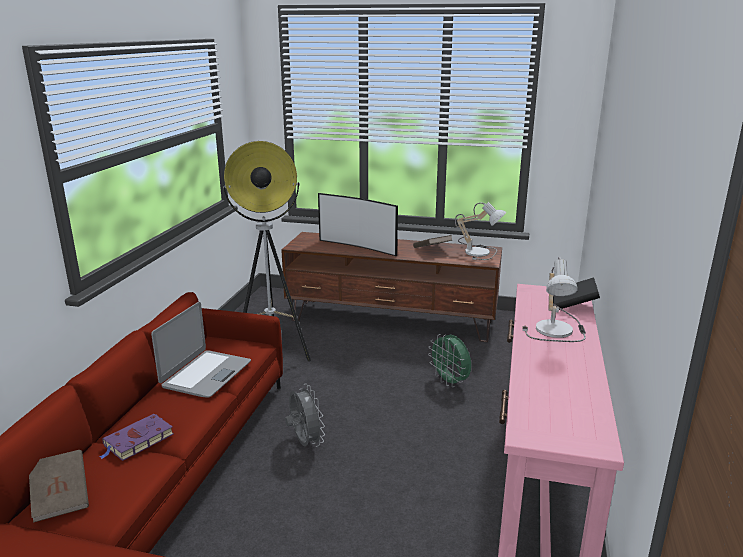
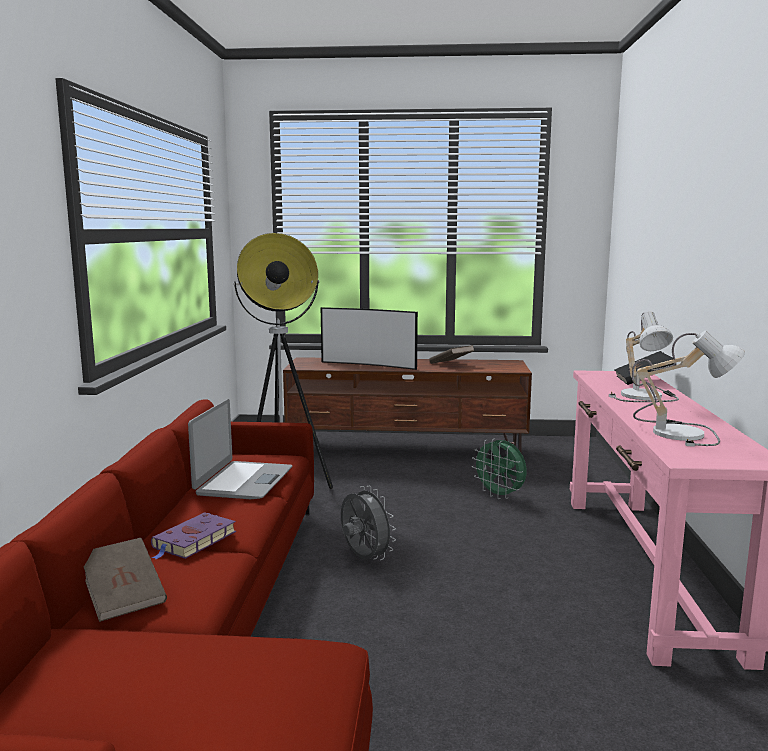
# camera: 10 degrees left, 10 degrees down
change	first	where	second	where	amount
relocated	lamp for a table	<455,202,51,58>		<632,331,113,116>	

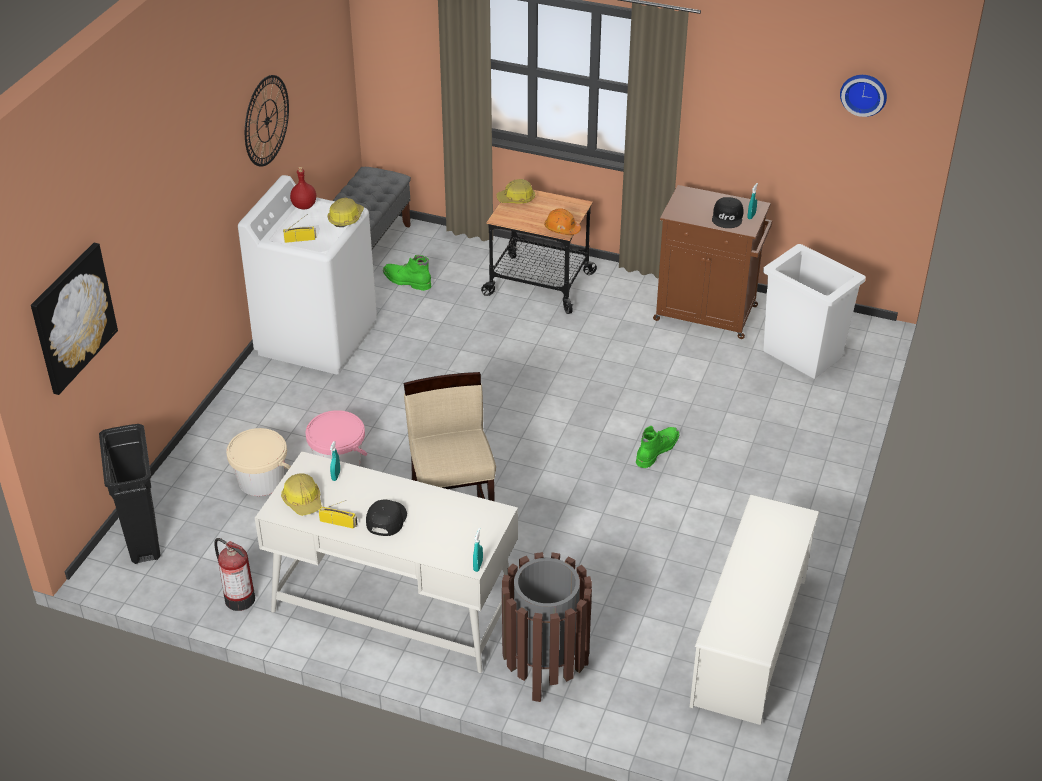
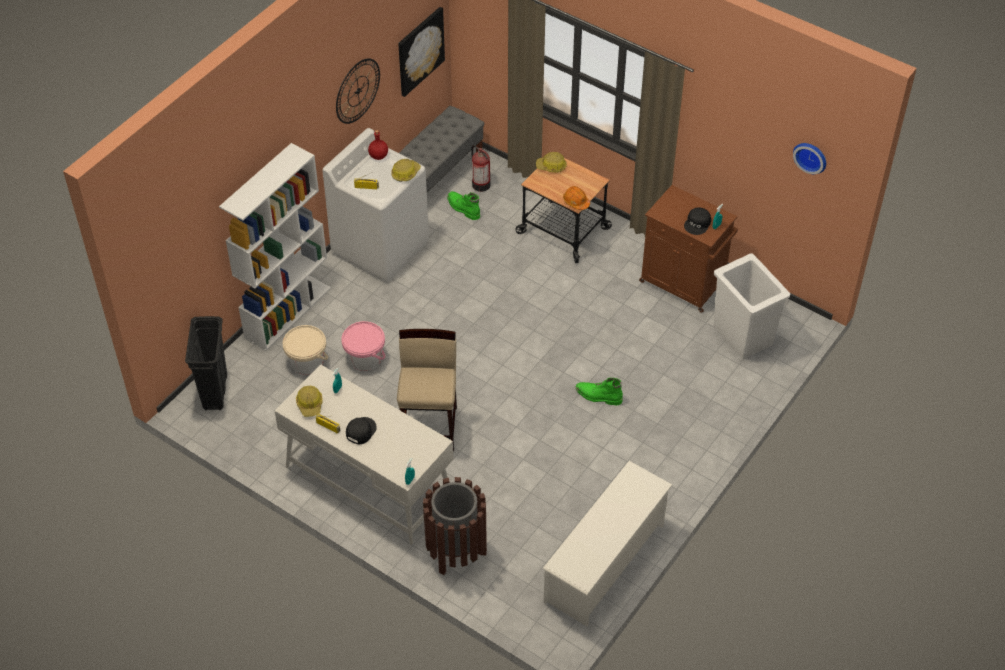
# camera: 15 degrees right, 10 degrees up
change	first	where	second	where	amount
relocated	wall picture	<31,243,87,152>		<398,7,47,90>	
relocated	extinguisher	<214,538,41,73>		<471,145,19,47>	
spun	green-coloured boot	<636,426,43,42>		<575,378,48,28>	120 degrees counterclockwise
appeared			whitish bookshelf	<219,143,112,208>	

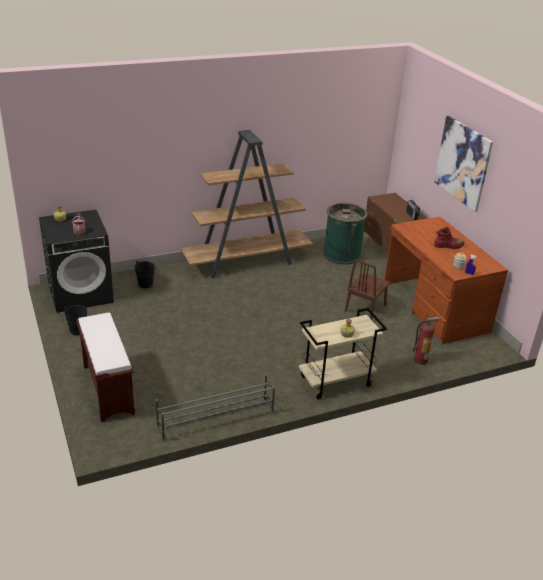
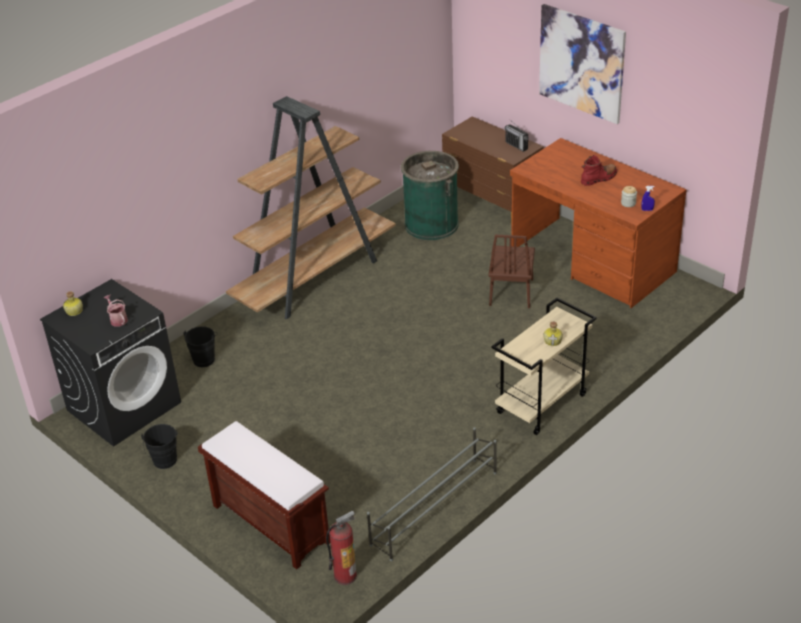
# camera: 20 degrees left, 5 degrees up
change	first	where	second	where	amount
relocated	extinguisher	<412,317,28,48>		<326,511,31,74>	

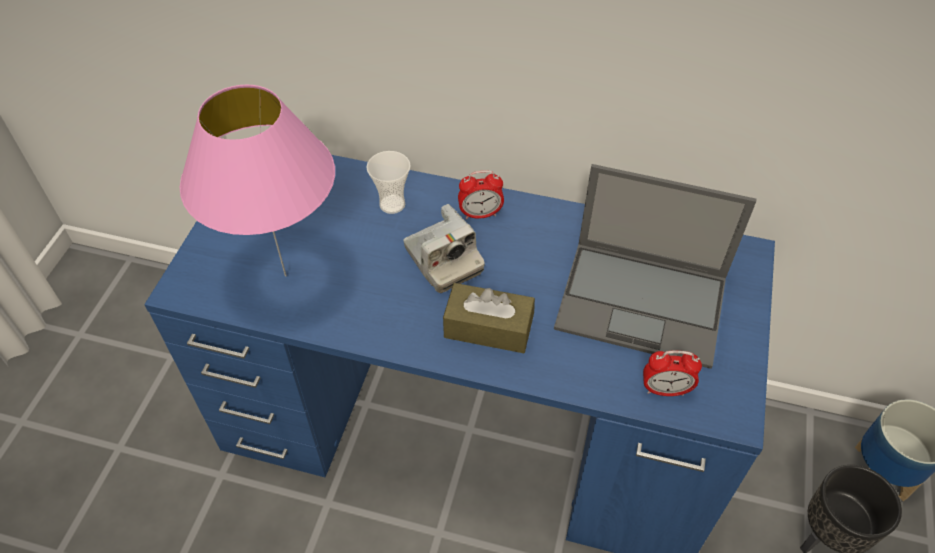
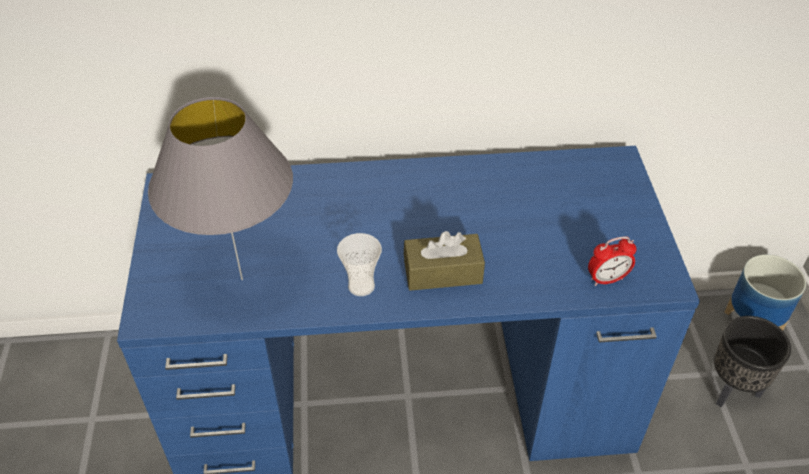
# camera: 20 degrees left, 5 degrees down
change	first	where	second	where	amount
colour	pink lamp for a table	<180,85,155,192>	gray lamp for a table	<148,97,145,183>	
relocated	small cup	<367,151,43,63>		<337,233,45,63>	
missing	photo camera	<403,204,82,89>			
missing	alarm clock	<458,170,46,49>			
missing	portable computer	<554,164,203,205>			

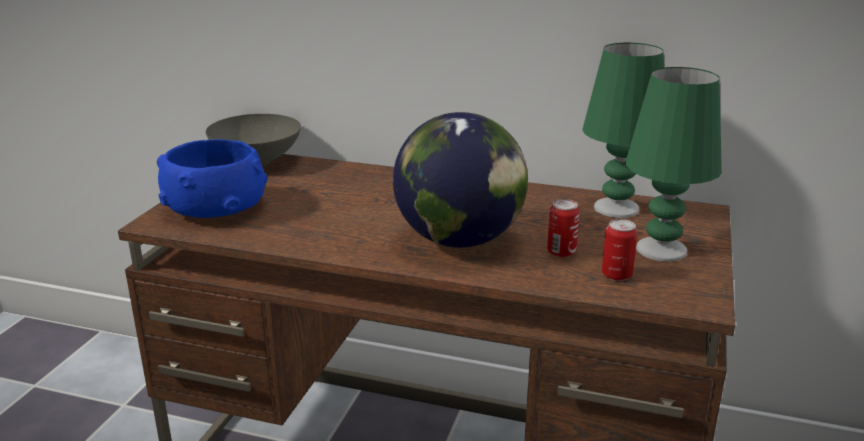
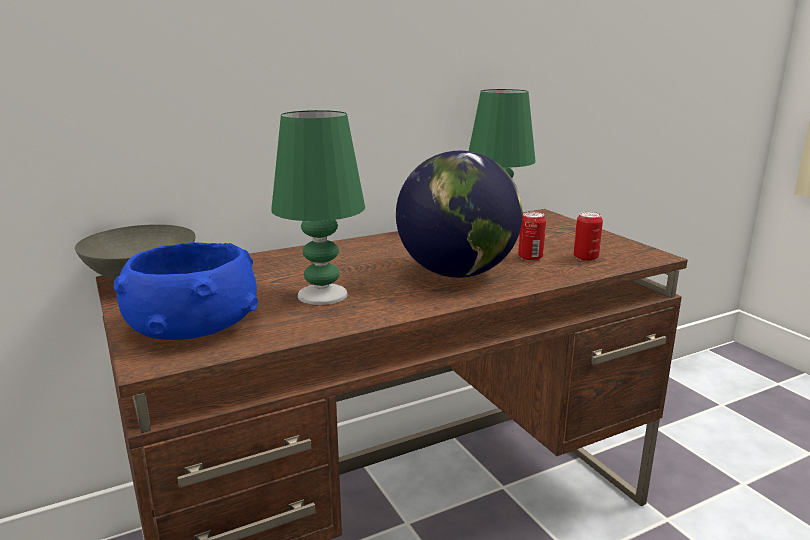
# camera: 45 degrees left, 5 degrees down
change	first	where	second	where	amount
relocated	green-coloured lamp for a table	<625,67,97,195>		<271,110,94,195>	

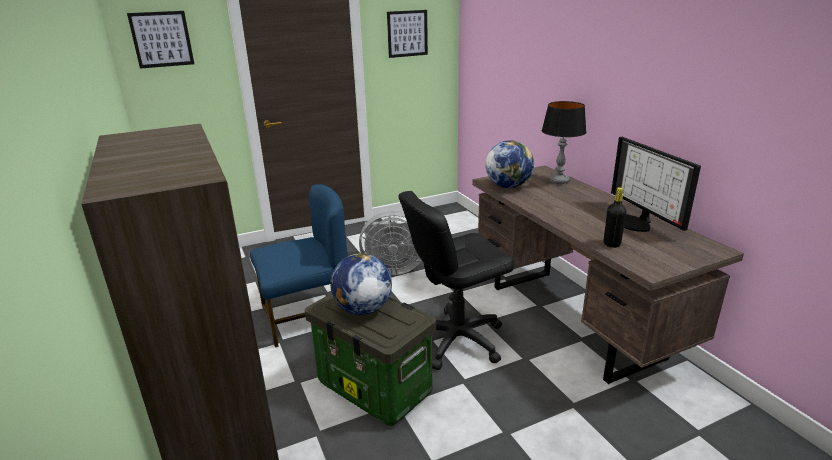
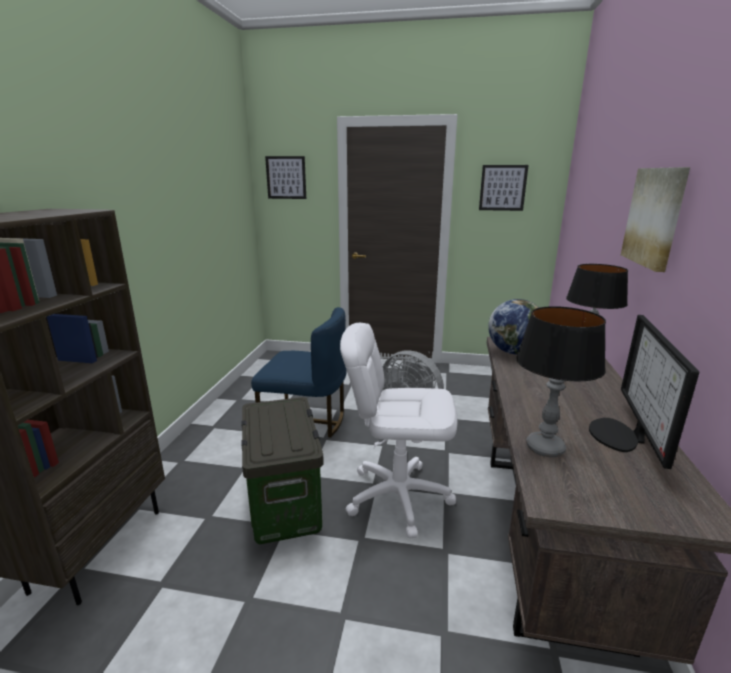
# camera: 35 degrees right, 5 degrees down
change	first	where	second	where	amount
missing	globe	<330,253,62,62>			
colour	blackish desk chair	<398,191,117,179>	whitish desk chair	<340,323,117,216>	
exchanged	blackish beverage bottle	<603,187,24,61>	lamp for a table	<516,306,90,151>	
appeared			wall picture	<621,167,69,105>	

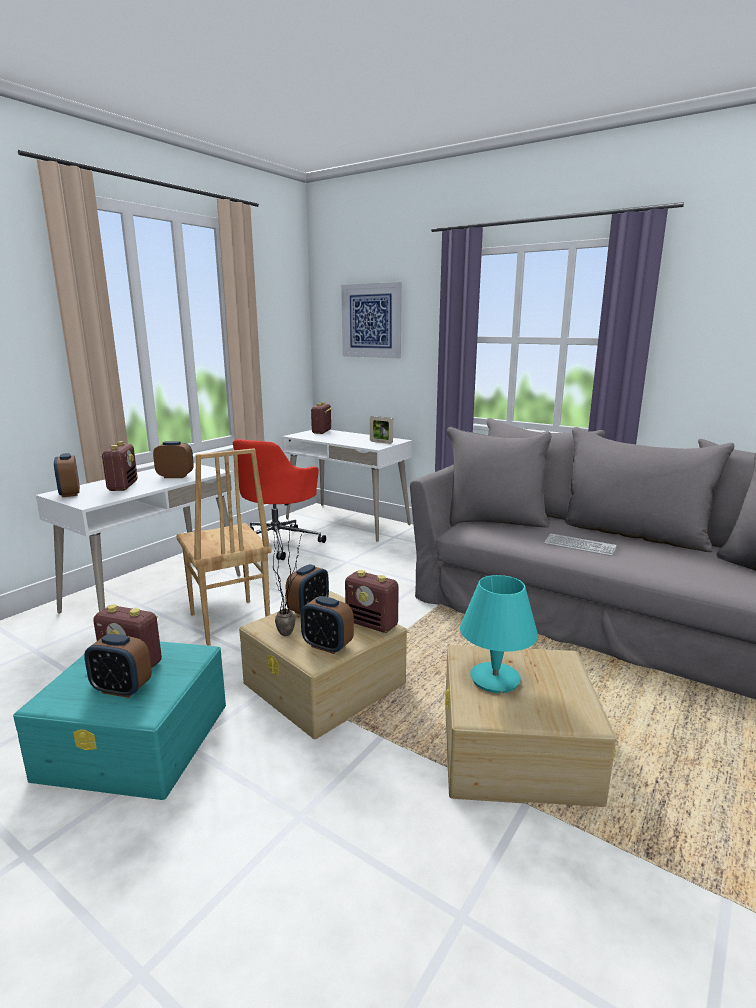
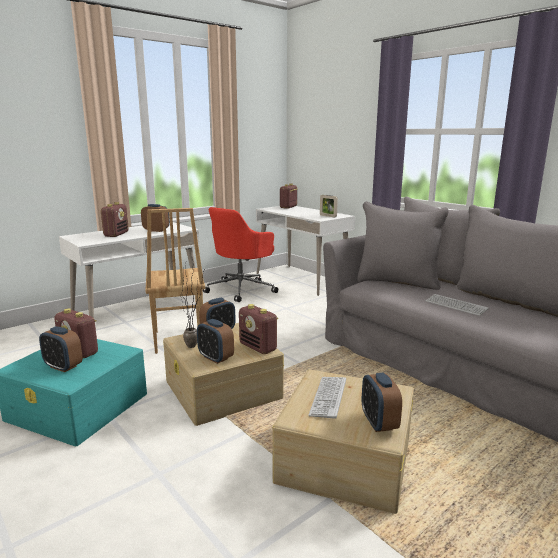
# camera: 15 degrees right, 0 degrees up
change	first	where	second	where	amount
relocated	alarm clock	<54,453,26,44>		<362,373,40,59>	
missing	wall picture	<341,282,61,76>			
exchanged	turquoise-coloured lamp for a table	<460,575,78,118>	PC keyboard	<308,377,38,42>	

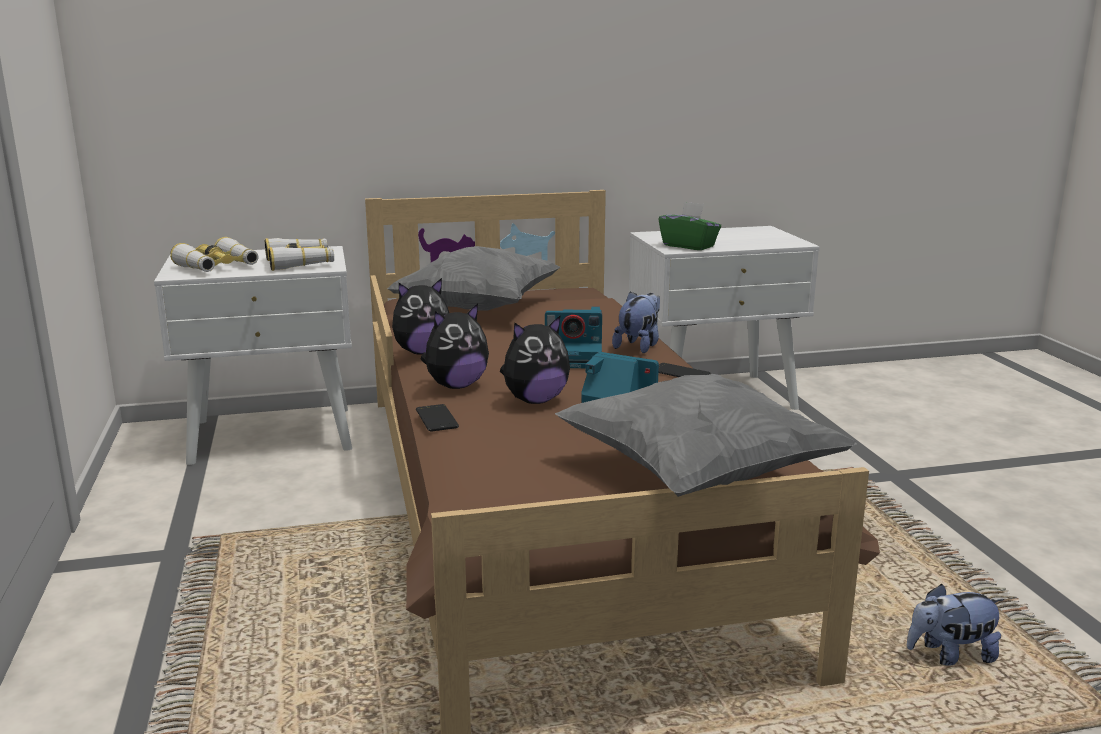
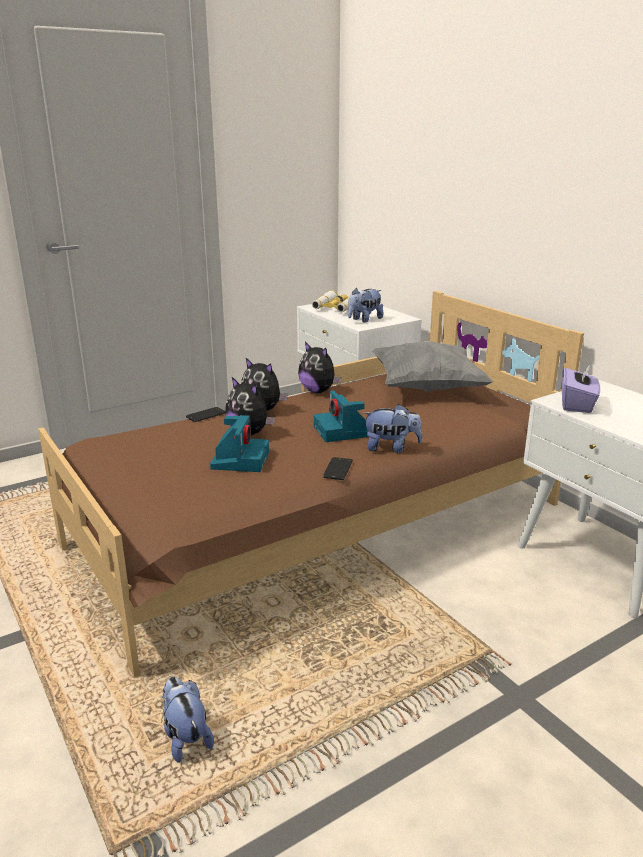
# camera: 70 degrees right, 5 degrees up
change	first	where	second	where	amount
exchanged	binoculars	<265,238,69,33>	plush toy	<348,288,35,35>	
missing	gray pillow	<555,374,302,123>			
colour	green-coloured tissue holder	<658,202,63,48>	purple-coloured tissue holder	<562,363,38,50>	

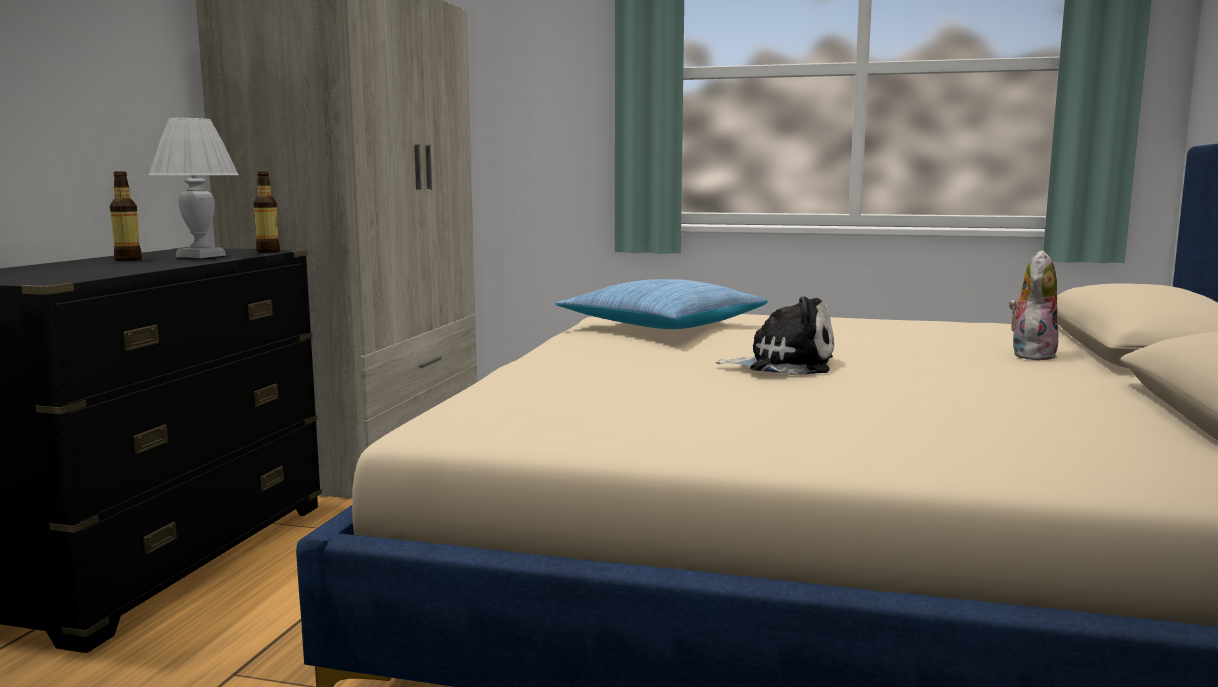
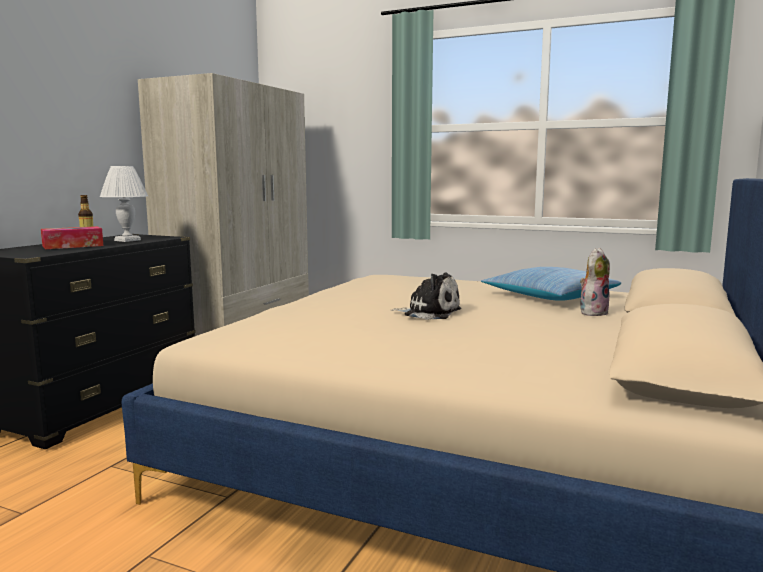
# camera: 10 degrees right, 0 degrees up
change	first	where	second	where	amount
missing	beverage bottle	<253,171,27,81>			
relocated	pillow	<555,279,213,50>		<481,267,140,34>	
appeared			tissue holder	<41,226,62,23>	

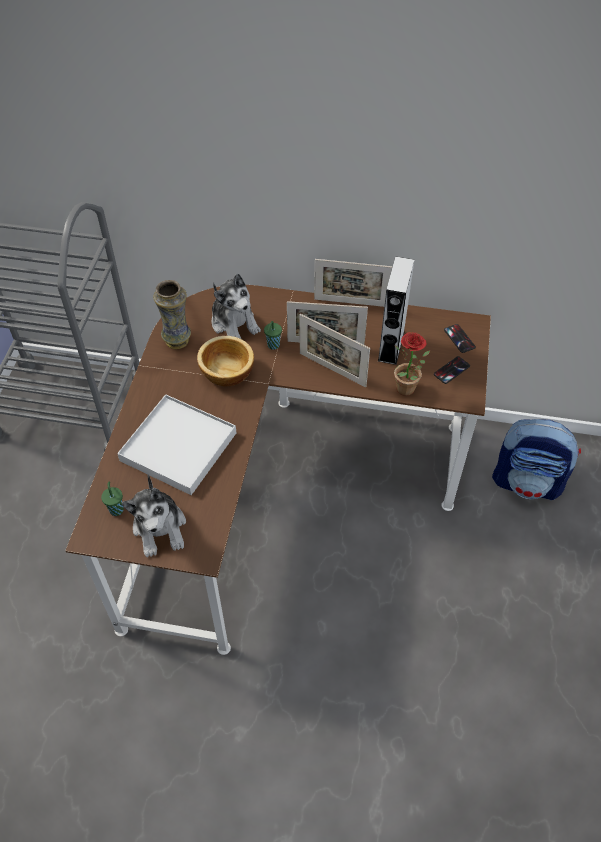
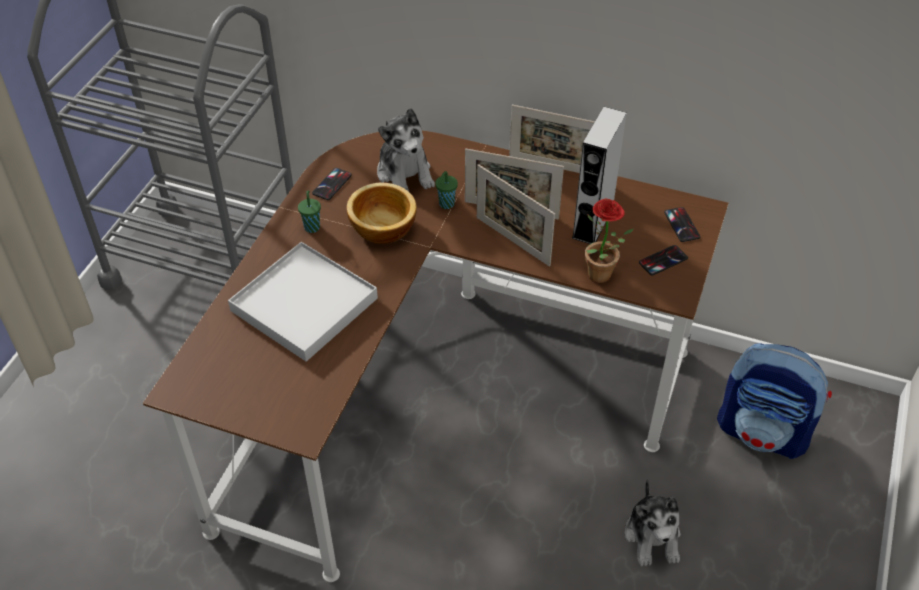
# camera: 10 degrees right, 5 degrees down
change	first	where	second	where	amount
relocated	green-coloured small cup	<101,482,23,34>		<298,191,23,42>	
relocated	plush toy	<122,474,64,83>		<625,479,56,87>	
exchanged	vase	<153,280,38,69>	telephone	<312,168,40,32>	

